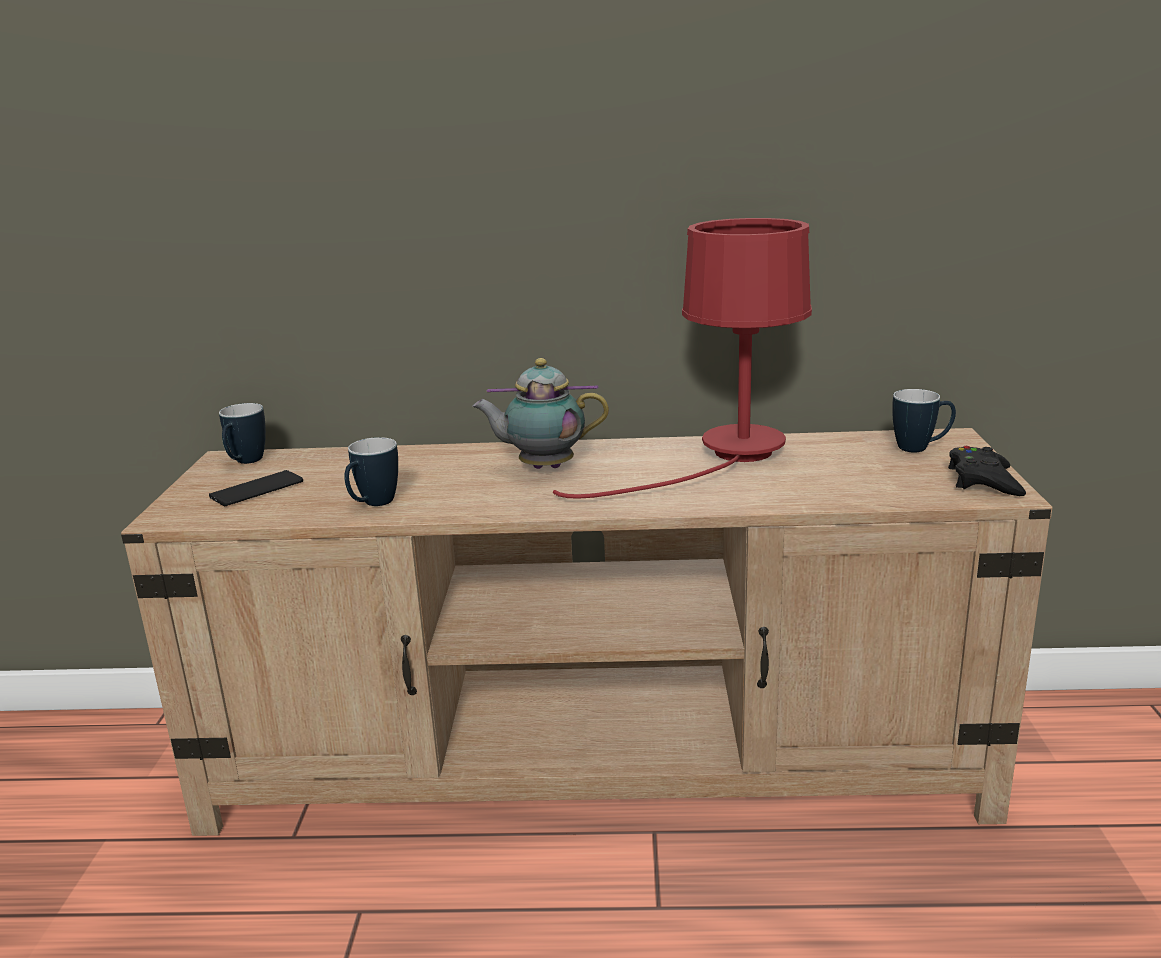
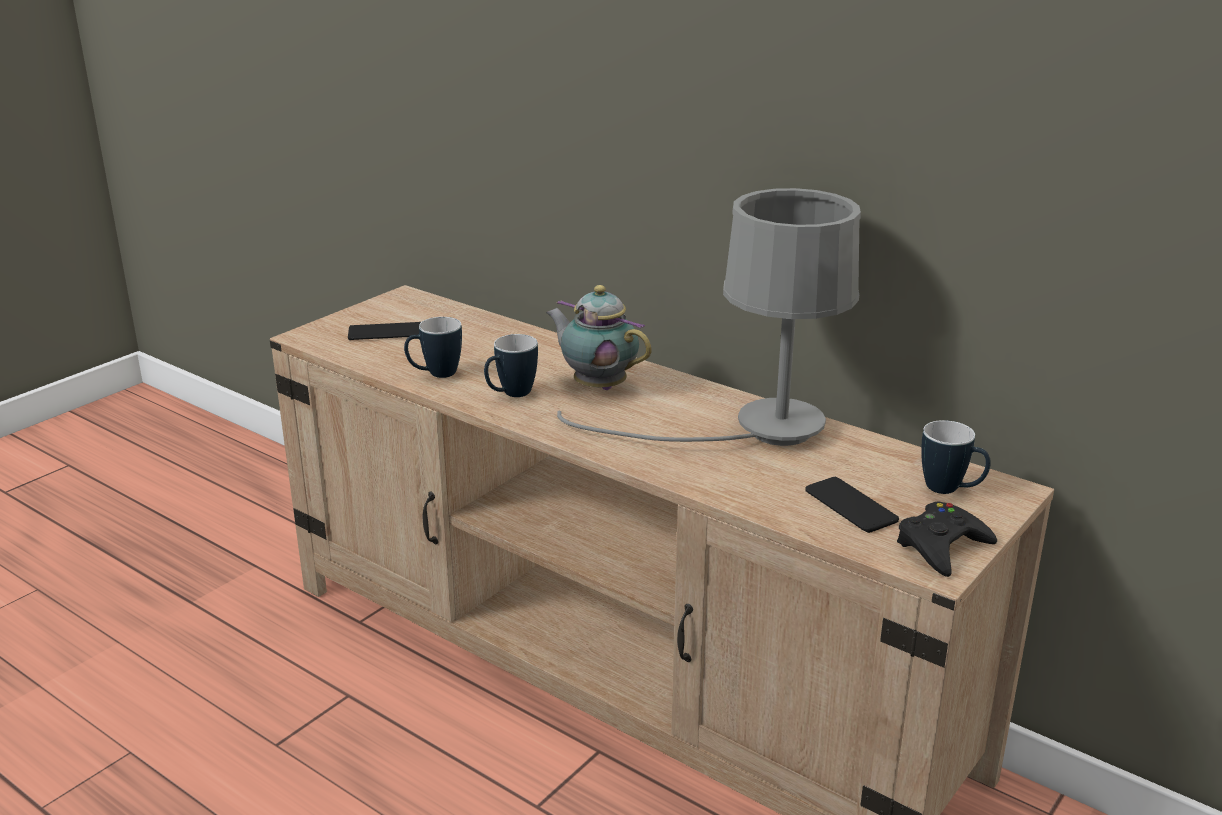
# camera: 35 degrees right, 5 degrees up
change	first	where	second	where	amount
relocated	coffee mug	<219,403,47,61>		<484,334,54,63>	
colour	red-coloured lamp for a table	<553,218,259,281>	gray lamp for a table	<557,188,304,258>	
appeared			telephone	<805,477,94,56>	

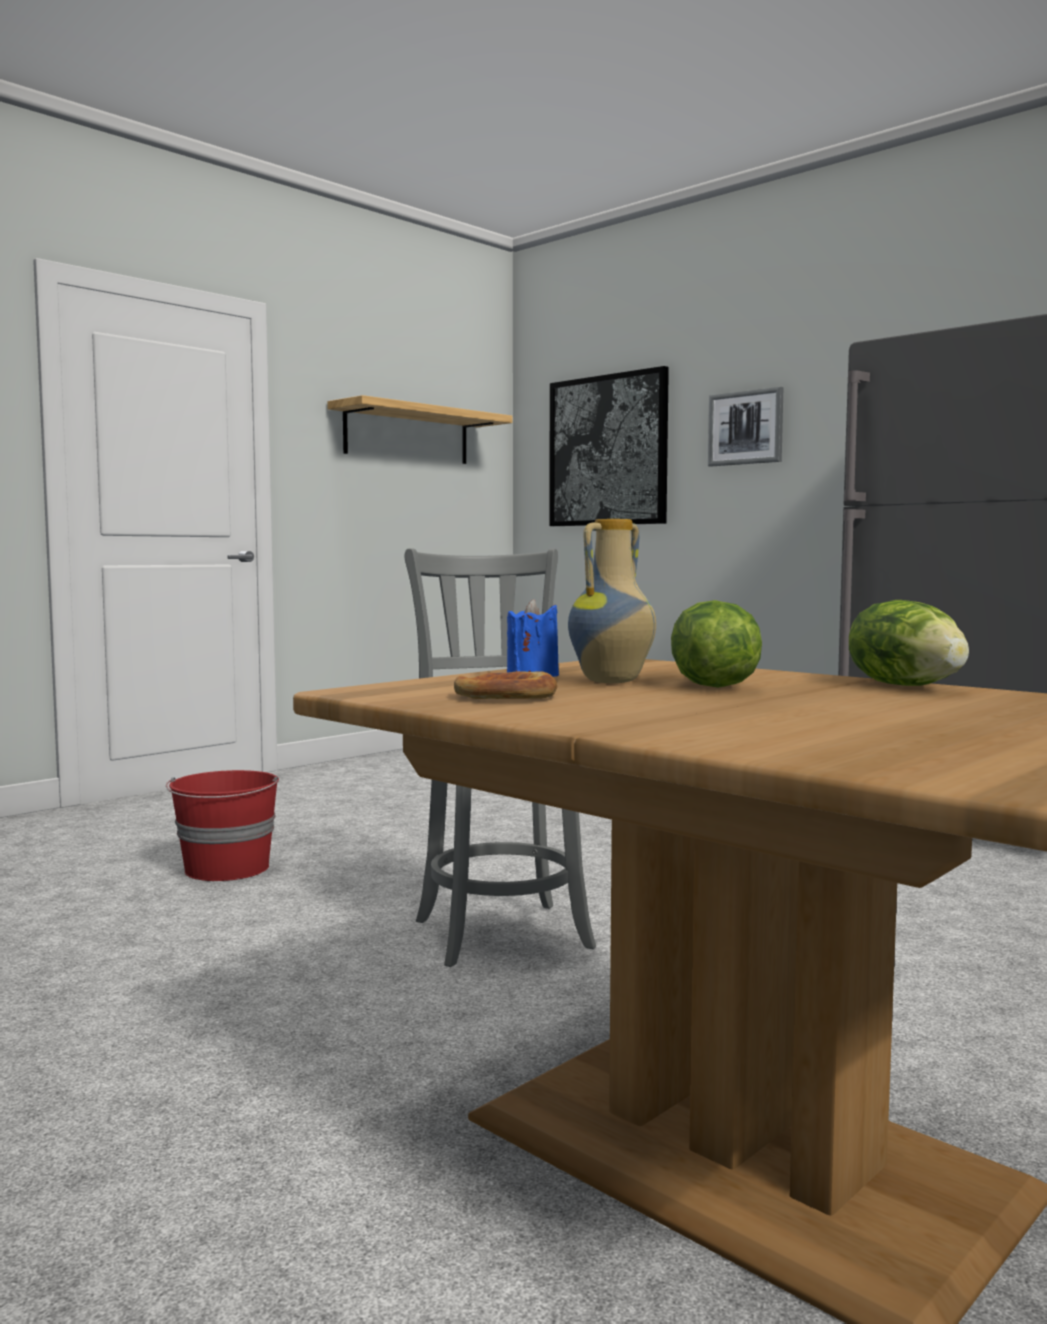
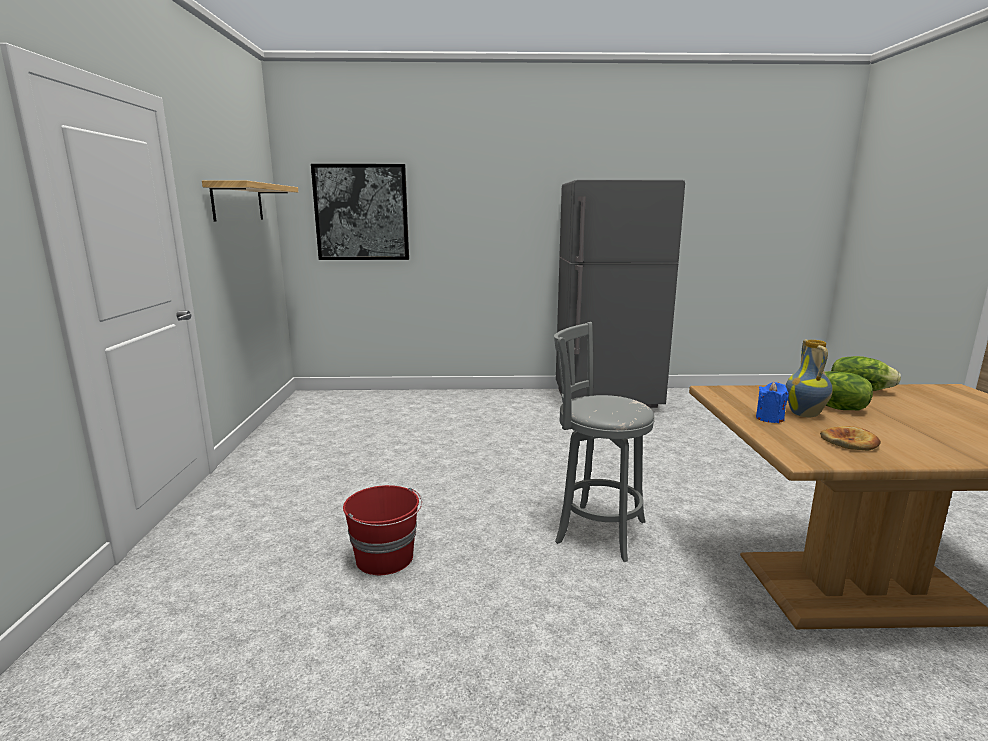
# camera: 45 degrees left, 10 degrees up
change	first	where	second	where	amount
missing	wall picture	<708,387,75,79>			

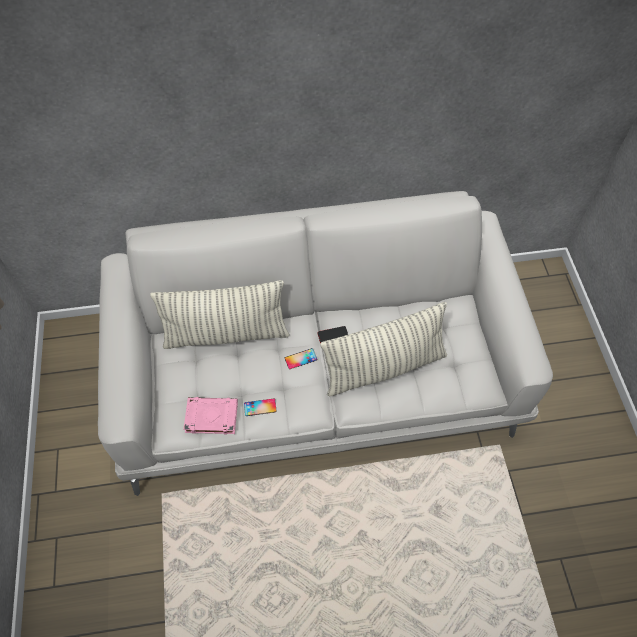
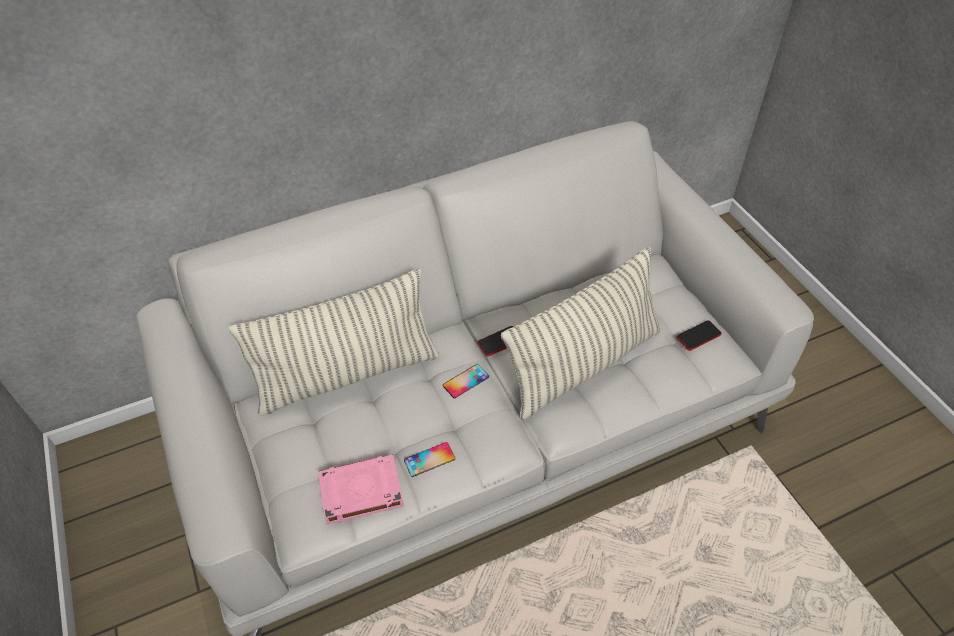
# camera: 15 degrees left, 10 degrees down
change	first	where	second	where	amount
appeared			telephone	<677,320,45,31>	

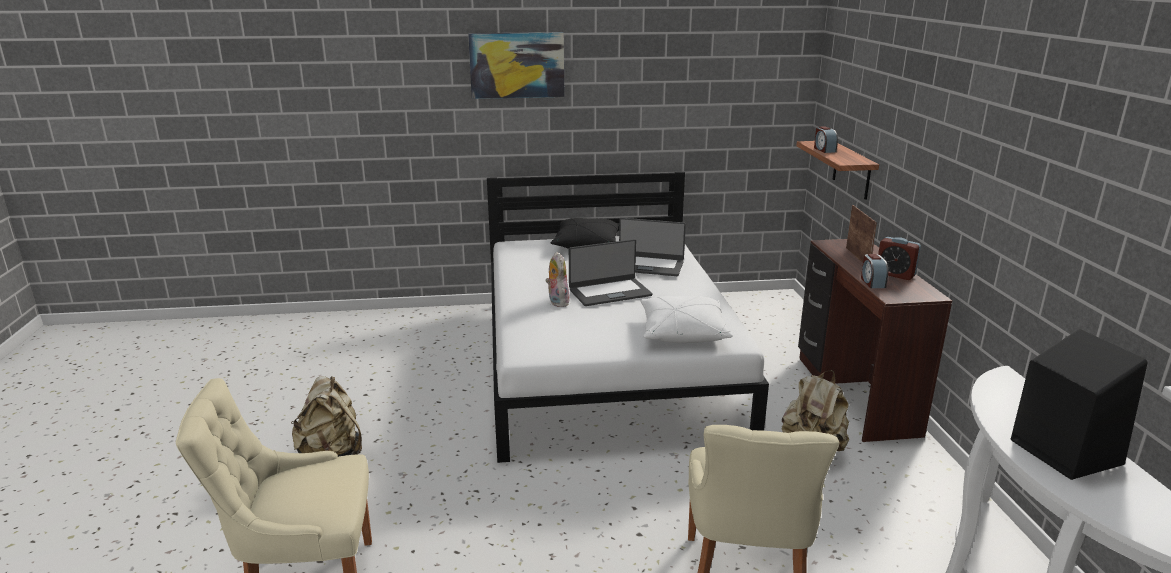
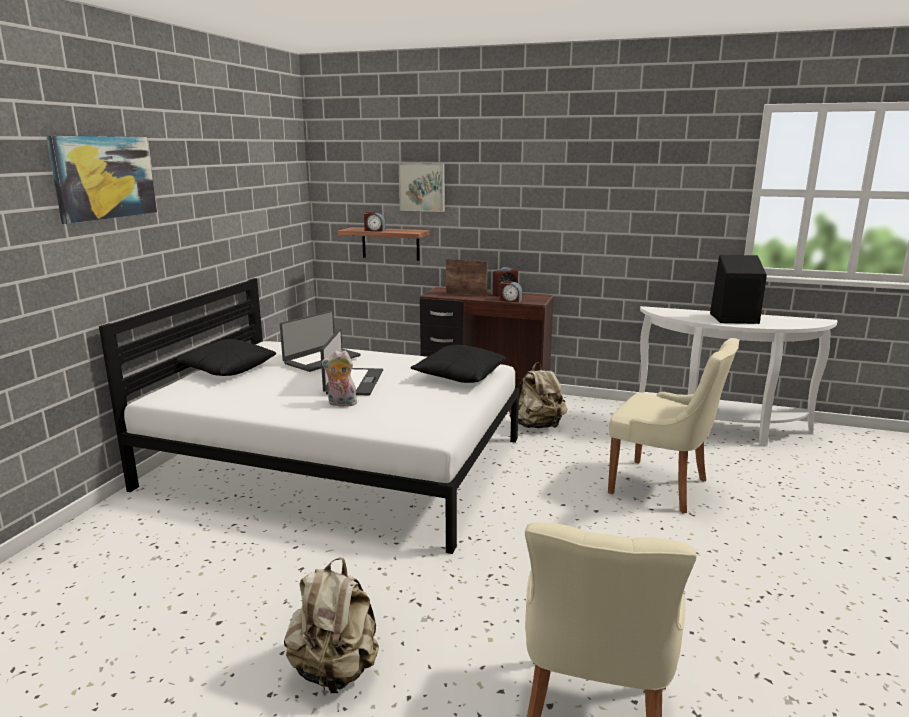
# camera: 65 degrees left, 5 degrees down
change	first	where	second	where	amount
colour	whitish pillow	<640,296,93,47>	blackish pillow	<411,345,95,38>	
appeared			wall picture	<399,163,46,49>	

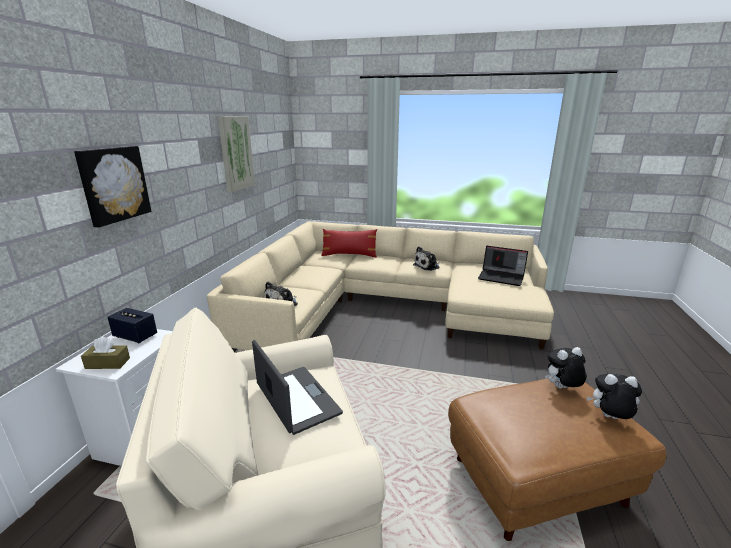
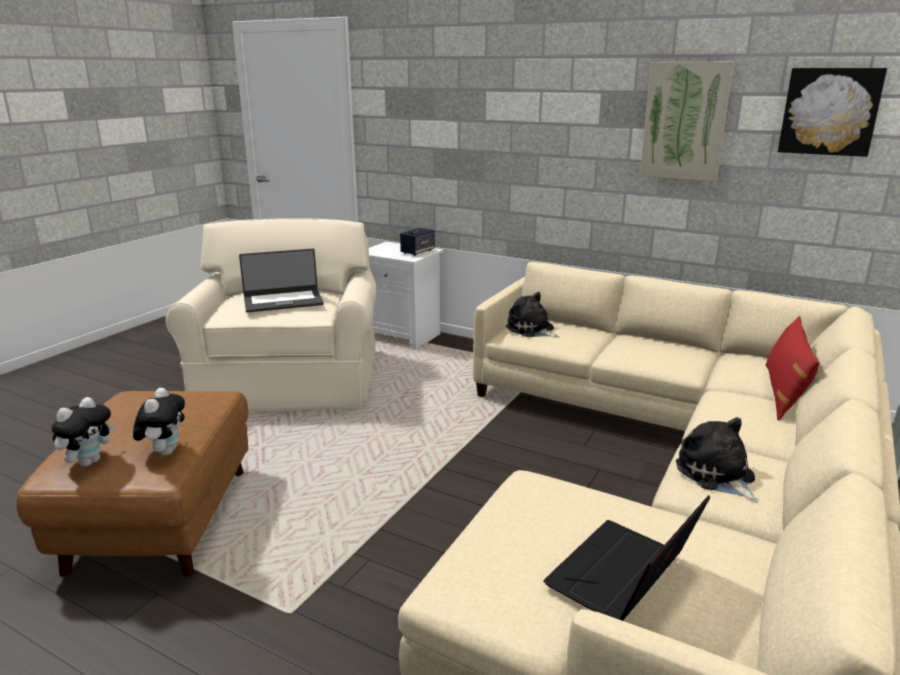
# camera: 105 degrees right, 0 degrees up
change	first	where	second	where	amount
relocated	wall picture	<74,146,77,81>		<778,68,109,89>	
missing	brown-coloured tissue holder	<81,337,49,32>			

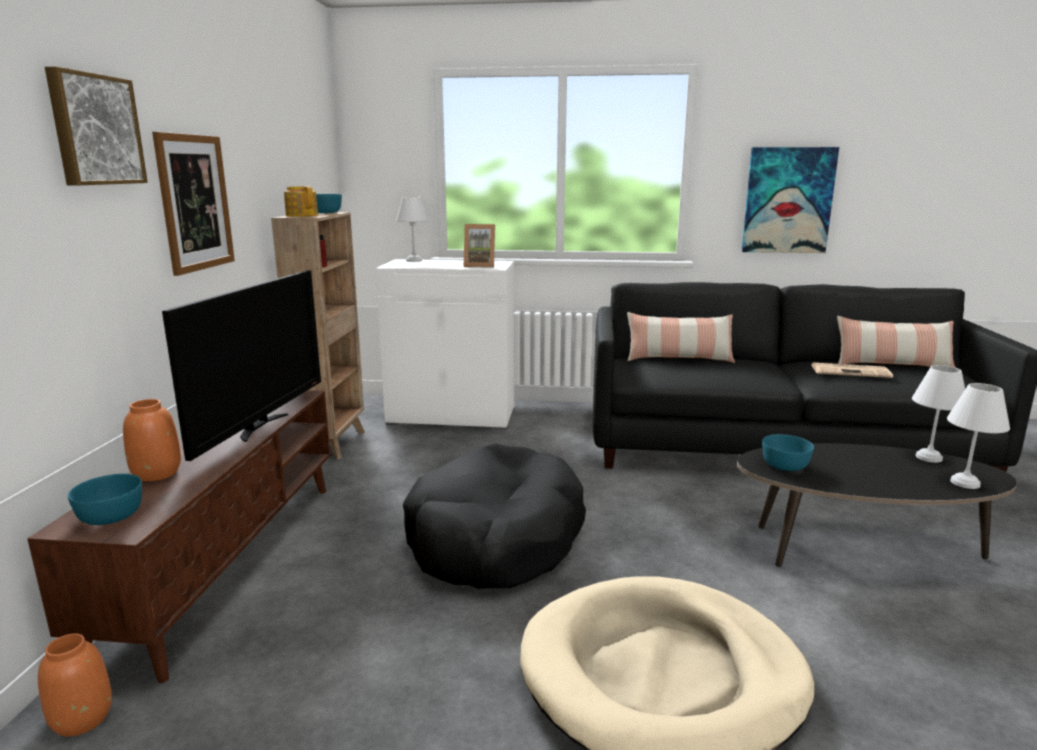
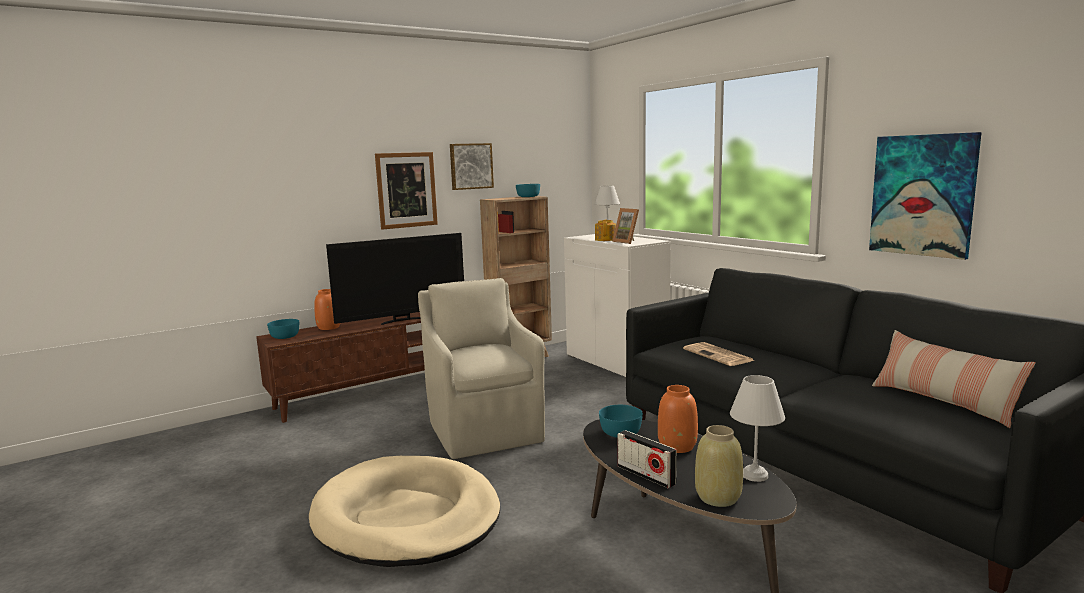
# camera: 50 degrees right, 5 degrees down
change	first	where	second	where	amount
relocated	orangey vase	<38,634,74,103>		<658,385,40,68>	
relocated	wall picture	<45,67,103,118>		<450,143,44,47>	
relocated	tea pot	<284,186,34,31>		<595,220,21,21>	
exchanged	blackish pet bed	<403,443,183,146>	sand-coloured lounge chair	<418,278,127,181>	
missing	pillow	<627,312,108,51>			
relocated	printed paper	<812,363,81,15>		<683,342,72,24>	
exchanged	whitish lamp for a table	<947,383,63,106>	sand-coloured vase	<695,425,48,82>	
appeared			radio set	<618,430,59,58>	

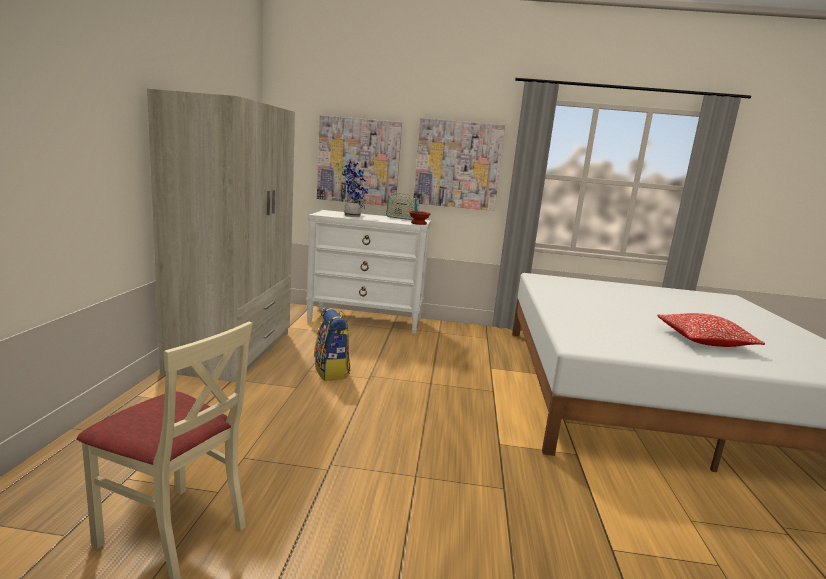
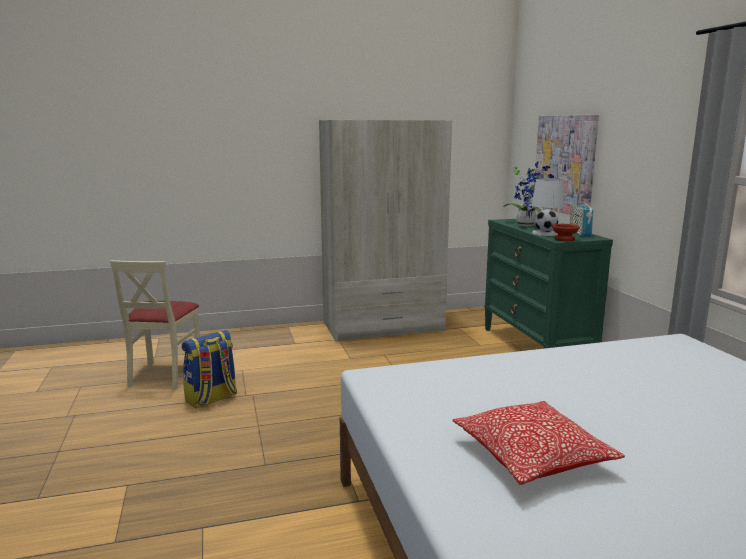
# camera: 70 degrees right, 0 degrees up
change	first	where	second	where	amount
colour	whitish chest of drawers	<306,210,125,124>	green-coloured chest of drawers	<484,219,129,130>	
relocated	rucksack	<314,307,37,74>		<182,330,55,79>	
missing	wall picture	<414,118,91,93>			
appeared			whitish lamp for a table	<532,178,32,58>	

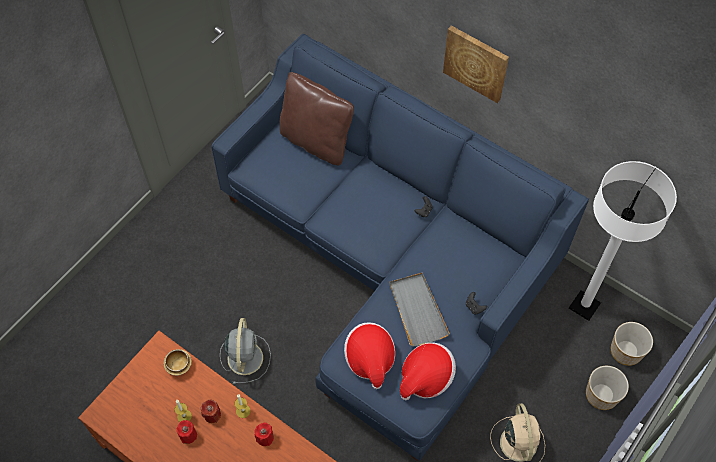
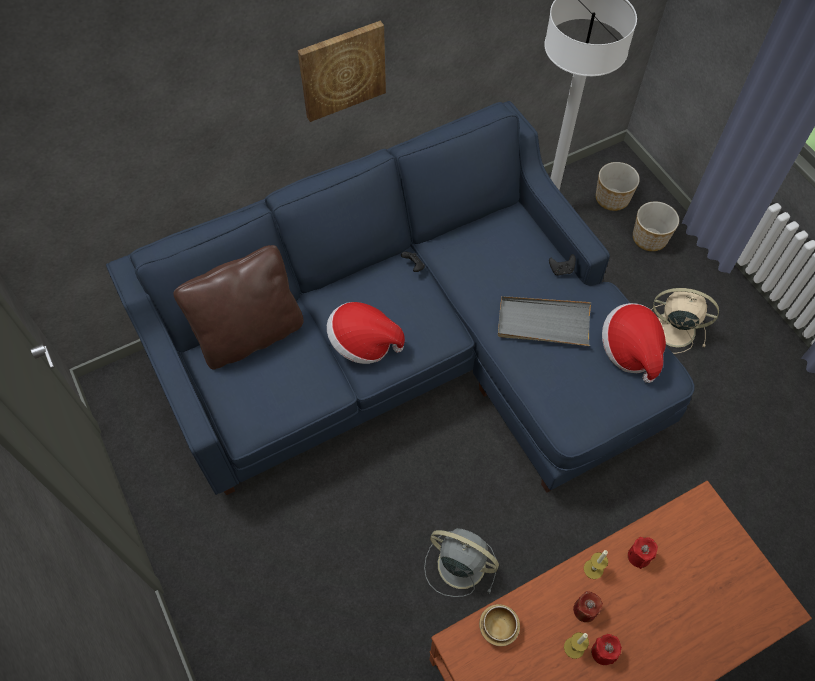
# camera: 65 degrees left, 0 degrees up
change	first	where	second	where	amount
relocated	clothing hat	<344,322,51,67>		<327,302,78,62>	

